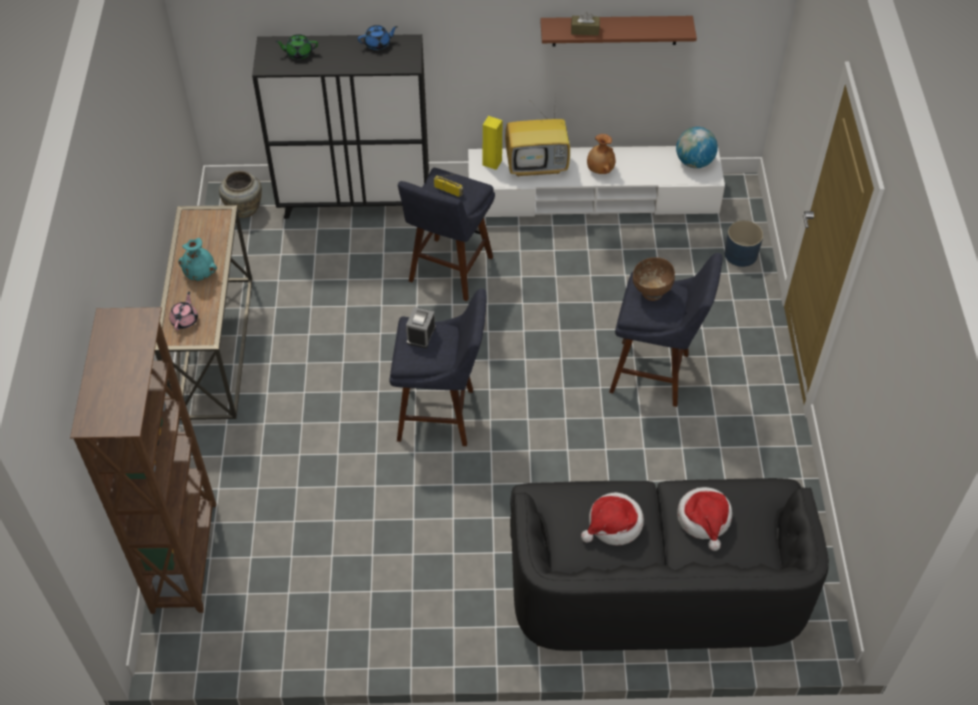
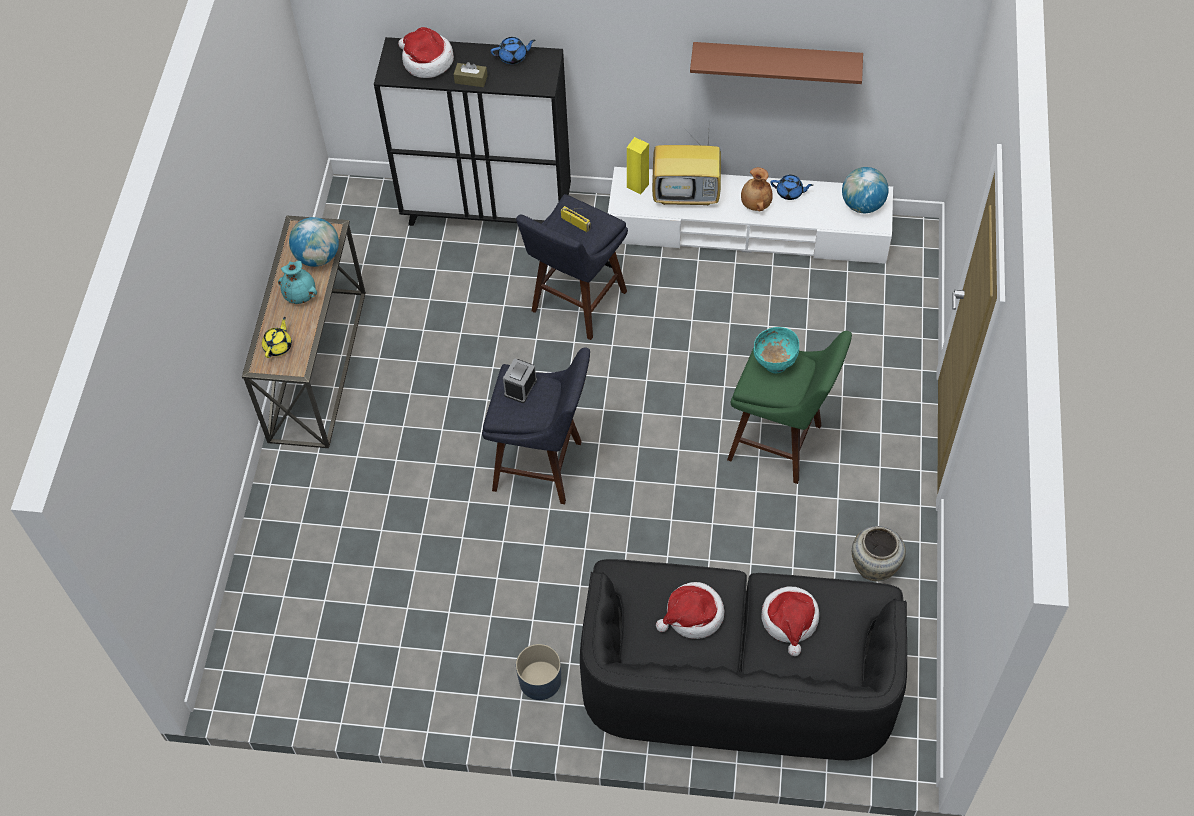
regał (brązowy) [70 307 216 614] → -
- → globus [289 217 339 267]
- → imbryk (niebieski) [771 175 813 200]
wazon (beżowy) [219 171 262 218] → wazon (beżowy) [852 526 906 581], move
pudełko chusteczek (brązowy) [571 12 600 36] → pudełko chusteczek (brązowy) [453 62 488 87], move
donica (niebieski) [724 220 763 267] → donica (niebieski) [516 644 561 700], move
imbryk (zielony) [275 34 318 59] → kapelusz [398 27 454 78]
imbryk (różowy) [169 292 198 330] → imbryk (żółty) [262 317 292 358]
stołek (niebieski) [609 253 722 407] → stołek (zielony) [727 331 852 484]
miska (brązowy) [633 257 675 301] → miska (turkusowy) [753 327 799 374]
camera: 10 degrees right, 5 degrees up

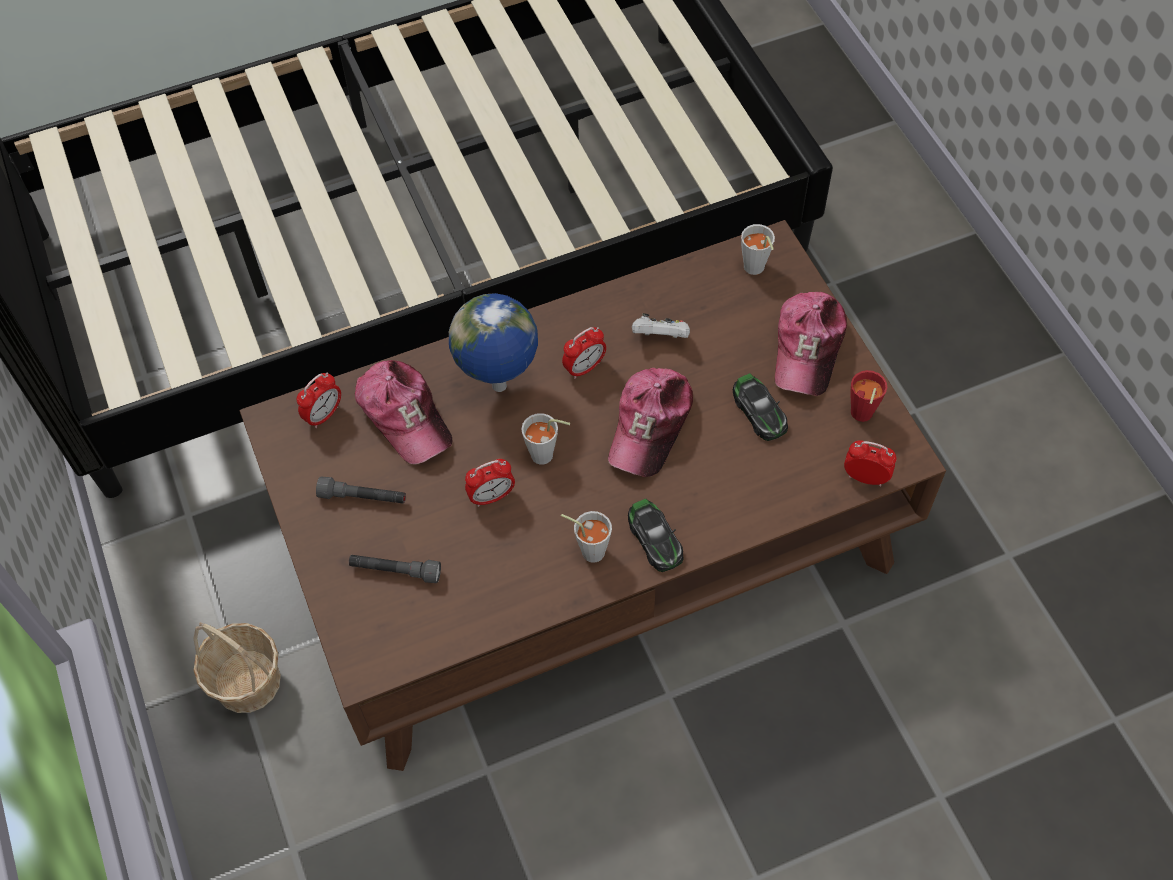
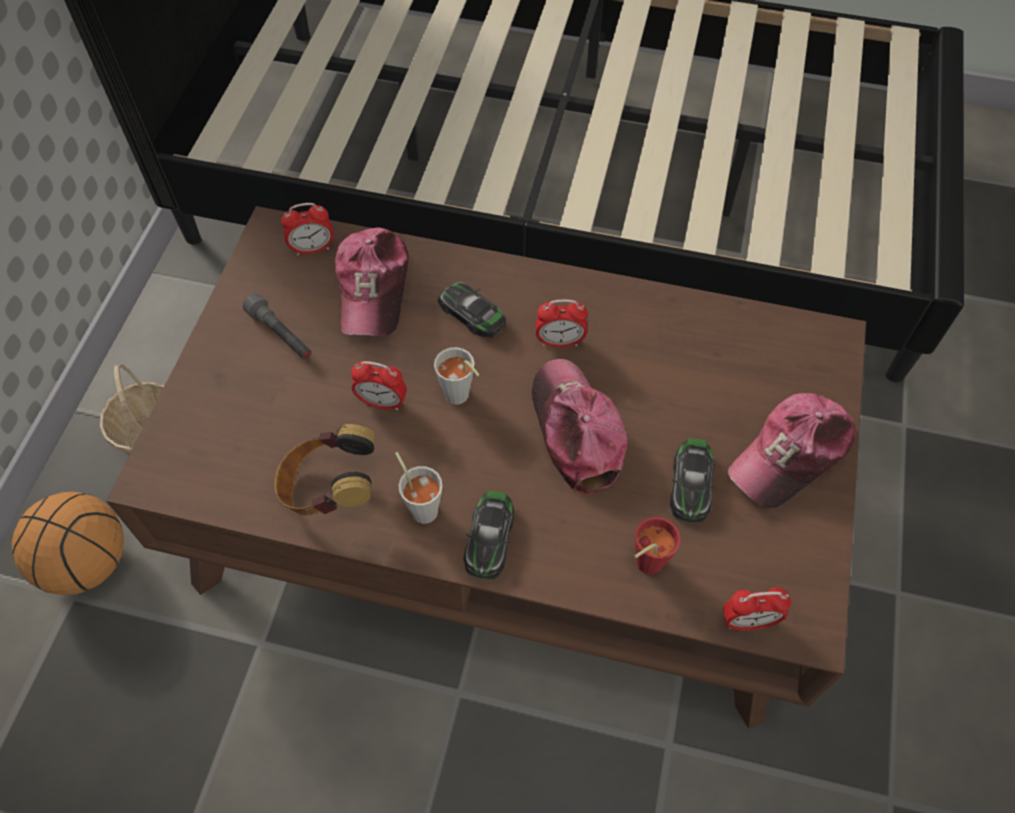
latarka (szary) [349 555 441 583] → -
pad do gier (biały) [632 313 690 338] → -
filiżanka (szary) [741 224 775 275] → -
- → piłka do koszykówki [12 492 124 595]
- → słuchawki [274 424 375 515]
filiżanka (czerwony) [851 370 888 422] → filiżanka (czerwony) [634 517 681 575], move
globus [449 293 538 392] → samochodzik [438 282 506 337]
czapka z daszkiem [608 367 693 477] → czapka z daszkiem [532 359 627 495], 105 degrees clockwise
budzik [844 440 897 487] → budzik [723 587 791 630], 120 degrees clockwise
camera: 35 degrees right, 0 degrees up

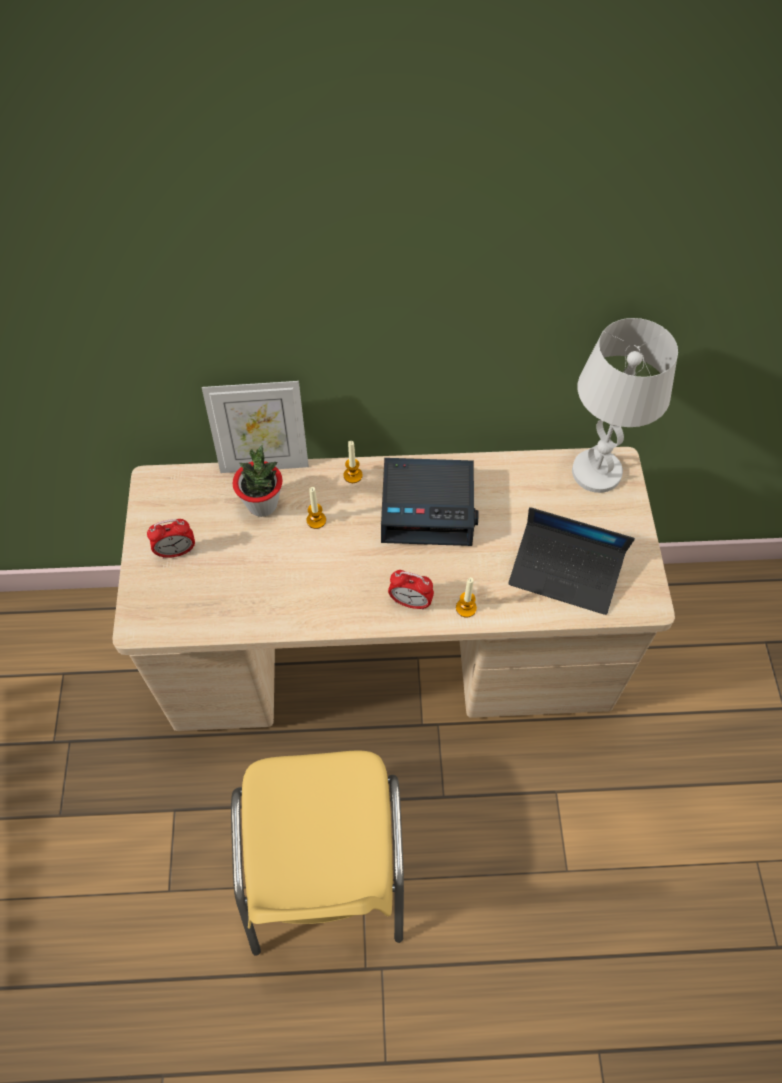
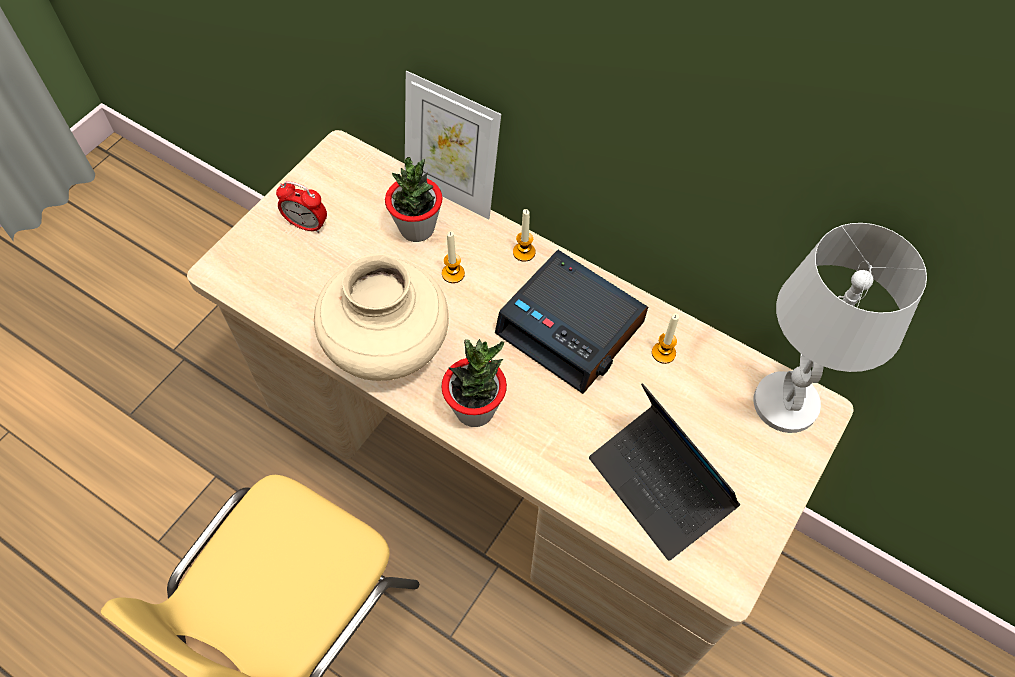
- → wazon (beżowy) [314 254 449 381]
świeca [456 577 477 617] → świeca [652 314 679 364], move
budzik [388 570 434 610] → roślina doniczkowa [441 339 507 427]
camera: 35 degrees right, 0 degrees up

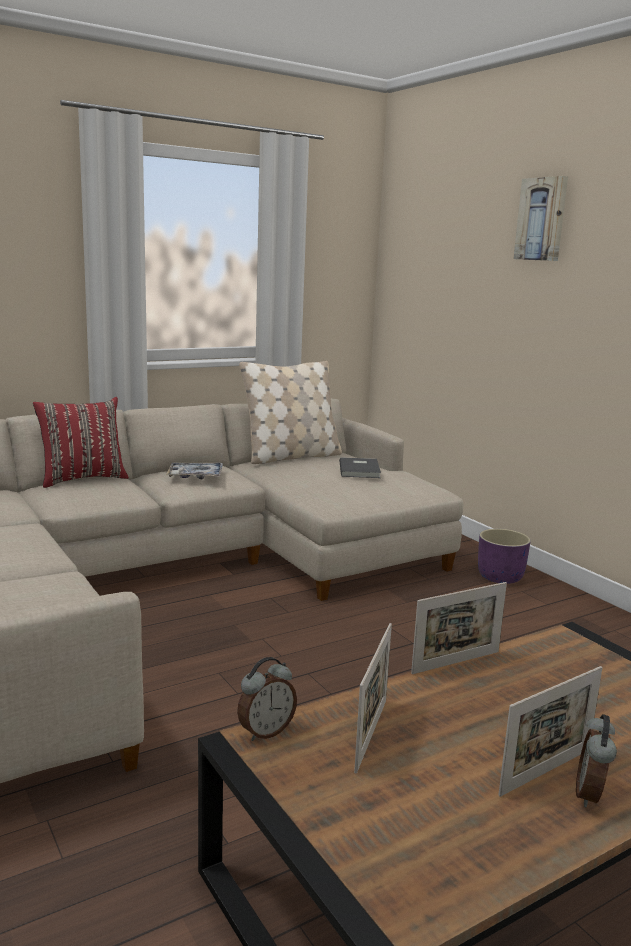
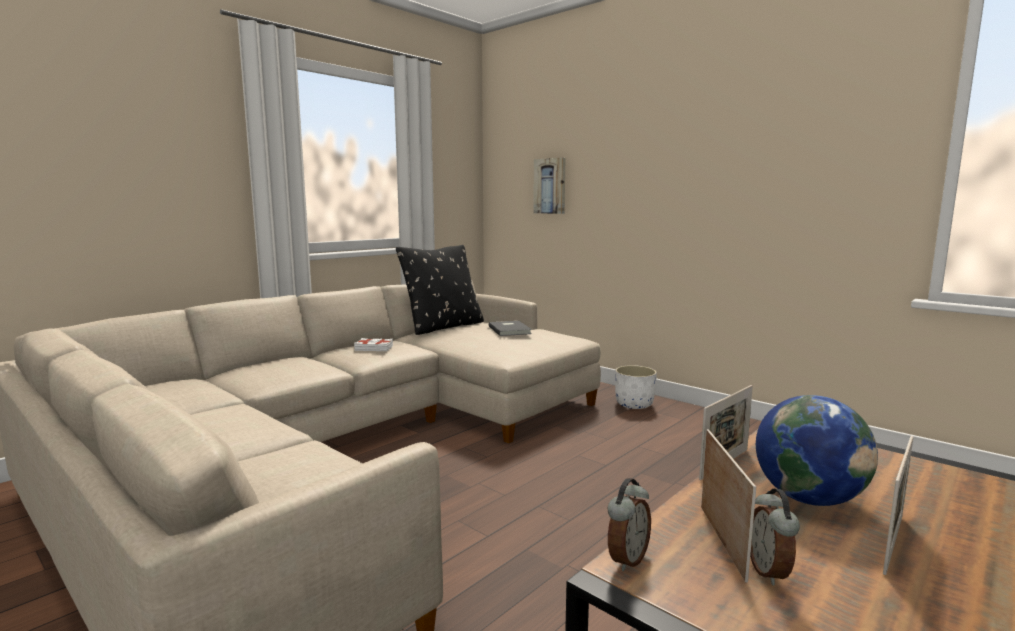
poduszka (czerwony) [33 397 129 488] → -
- → globus [756 395 878 506]
obraz [513 176 568 261] → obraz [533 157 566 214], move
budzik [576 714 617 808] → budzik [750 489 800 586], move
taca [166 463 223 479] → książka (biały) [354 338 393 351]
poduszka (beżowy) [239 361 342 464] → poduszka (czarny) [396 245 484 335]
donica (fioletowy) [478 529 531 584] → donica (biały) [615 365 657 409]
camera: 15 degrees left, 5 degrees down

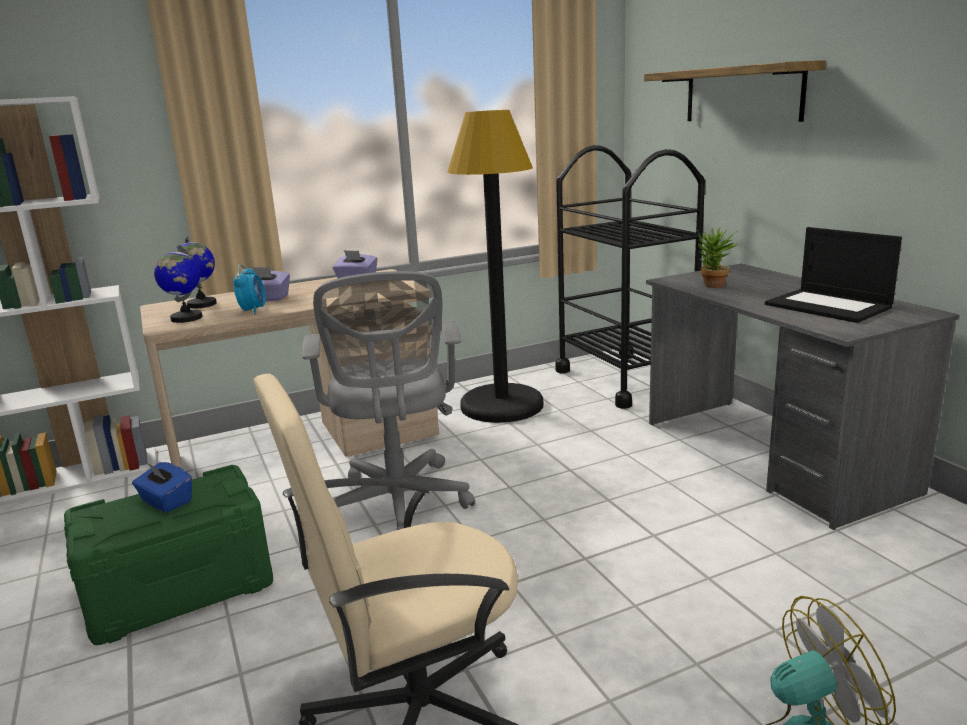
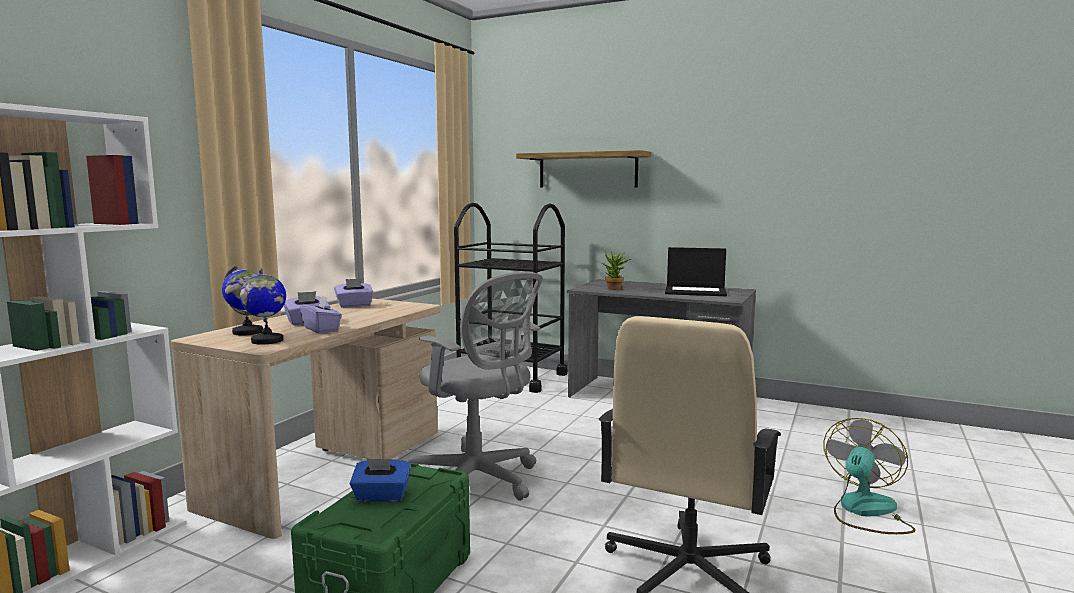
lampa stojąca (czarny) [447 110 544 423] → -
budzik [233 264 266 314] → pudełko chusteczek (fioletowy) [300 296 342 333]
camera: 40 degrees left, 10 degrees down

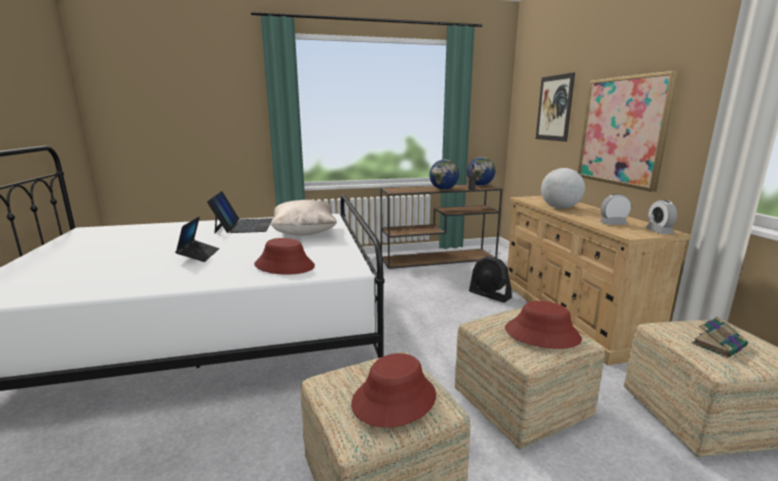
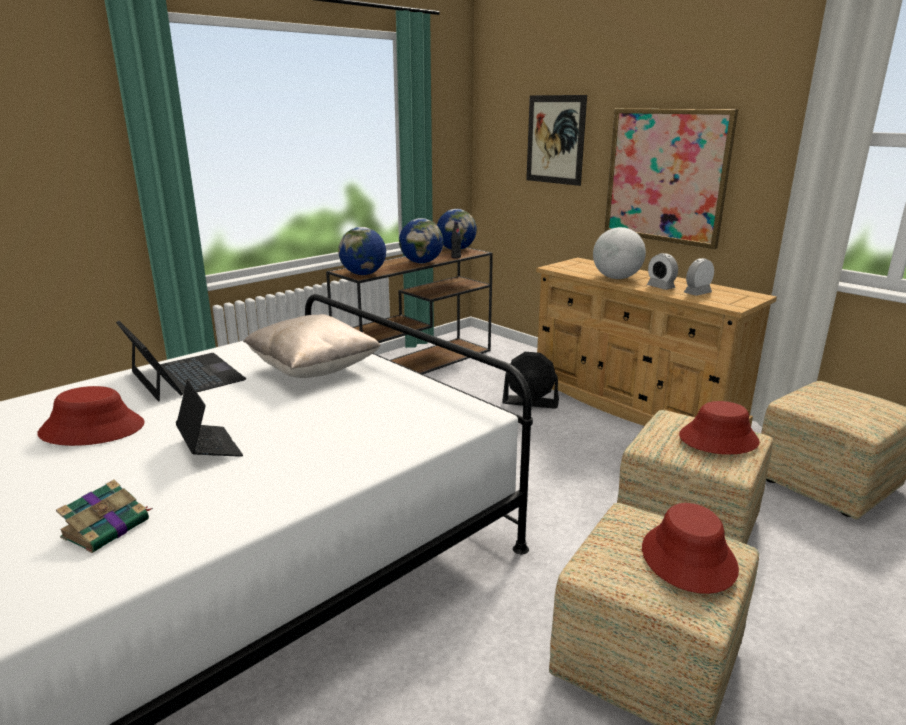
- → globus [338 227 386 275]
kapelusz (czerwony) [254 238 315 275] → kapelusz (czerwony) [37 386 145 446], move
budzik [645 200 677 234] → budzik [647 253 678 290], move
książka [692 316 748 358] → książka [56 480 153 553], move
camera: 30 degrees left, 5 degrees up

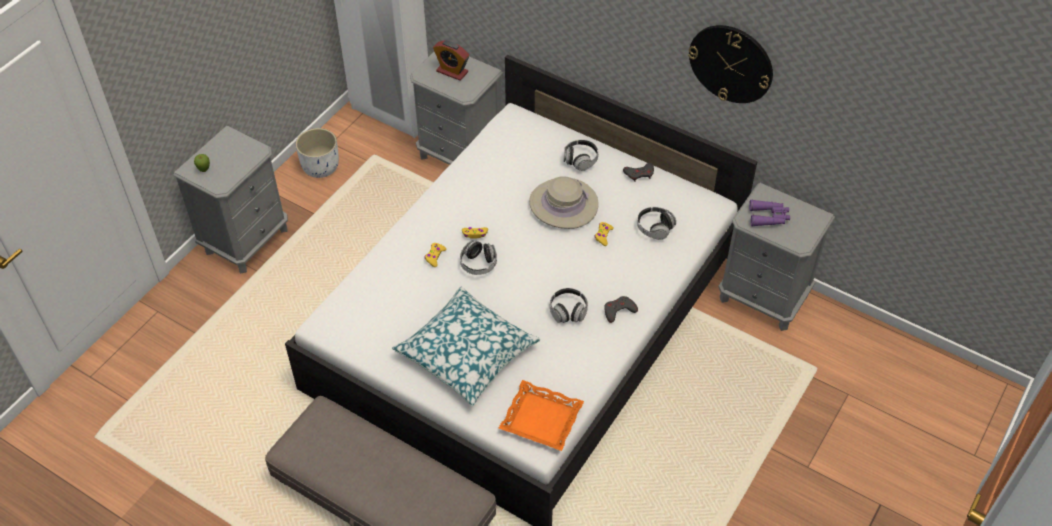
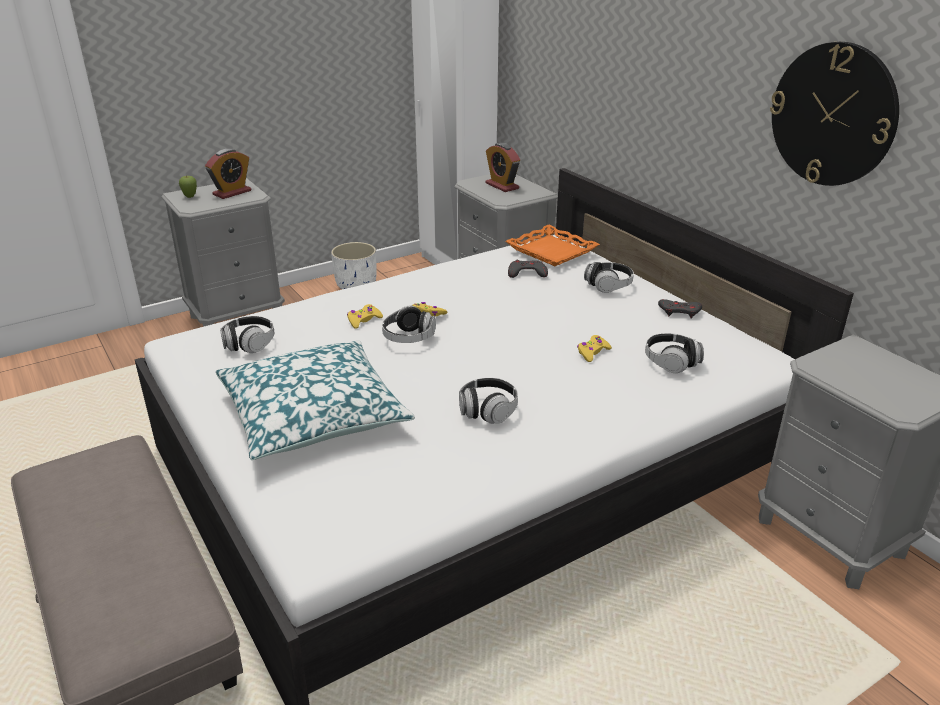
kapelusz (beżowy) [529 176 599 229] → -
lornetka (fioletowy) [749 200 790 226] → -
- → budzik [205 149 252 199]
- → słuchawki [220 316 274 353]
taca (pomarańczowy) [499 380 584 451] → taca (pomarańczowy) [505 224 600 266], move
pad do gier (szary) [604 296 638 323] → pad do gier (szary) [508 260 548 278], move
camera: 25 degrees right, 20 degrees down

